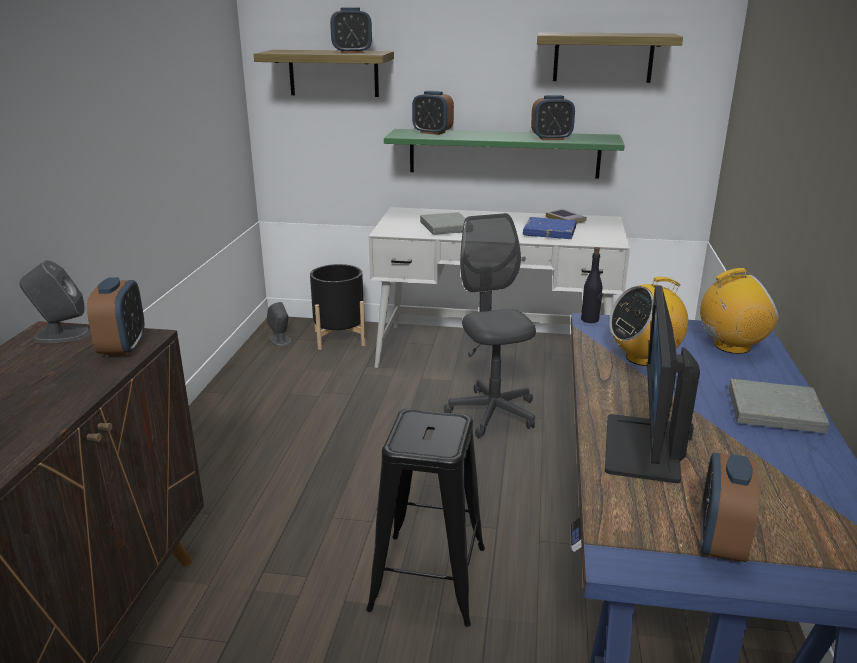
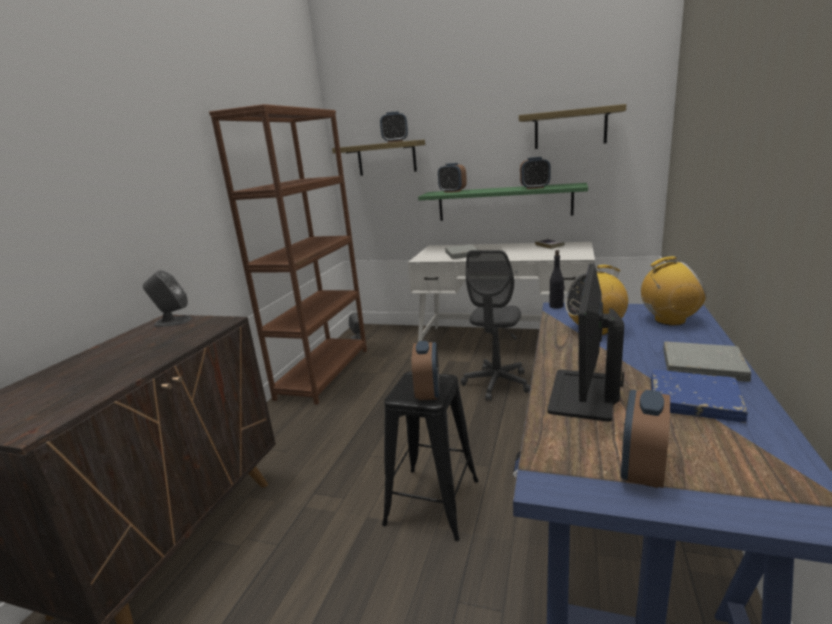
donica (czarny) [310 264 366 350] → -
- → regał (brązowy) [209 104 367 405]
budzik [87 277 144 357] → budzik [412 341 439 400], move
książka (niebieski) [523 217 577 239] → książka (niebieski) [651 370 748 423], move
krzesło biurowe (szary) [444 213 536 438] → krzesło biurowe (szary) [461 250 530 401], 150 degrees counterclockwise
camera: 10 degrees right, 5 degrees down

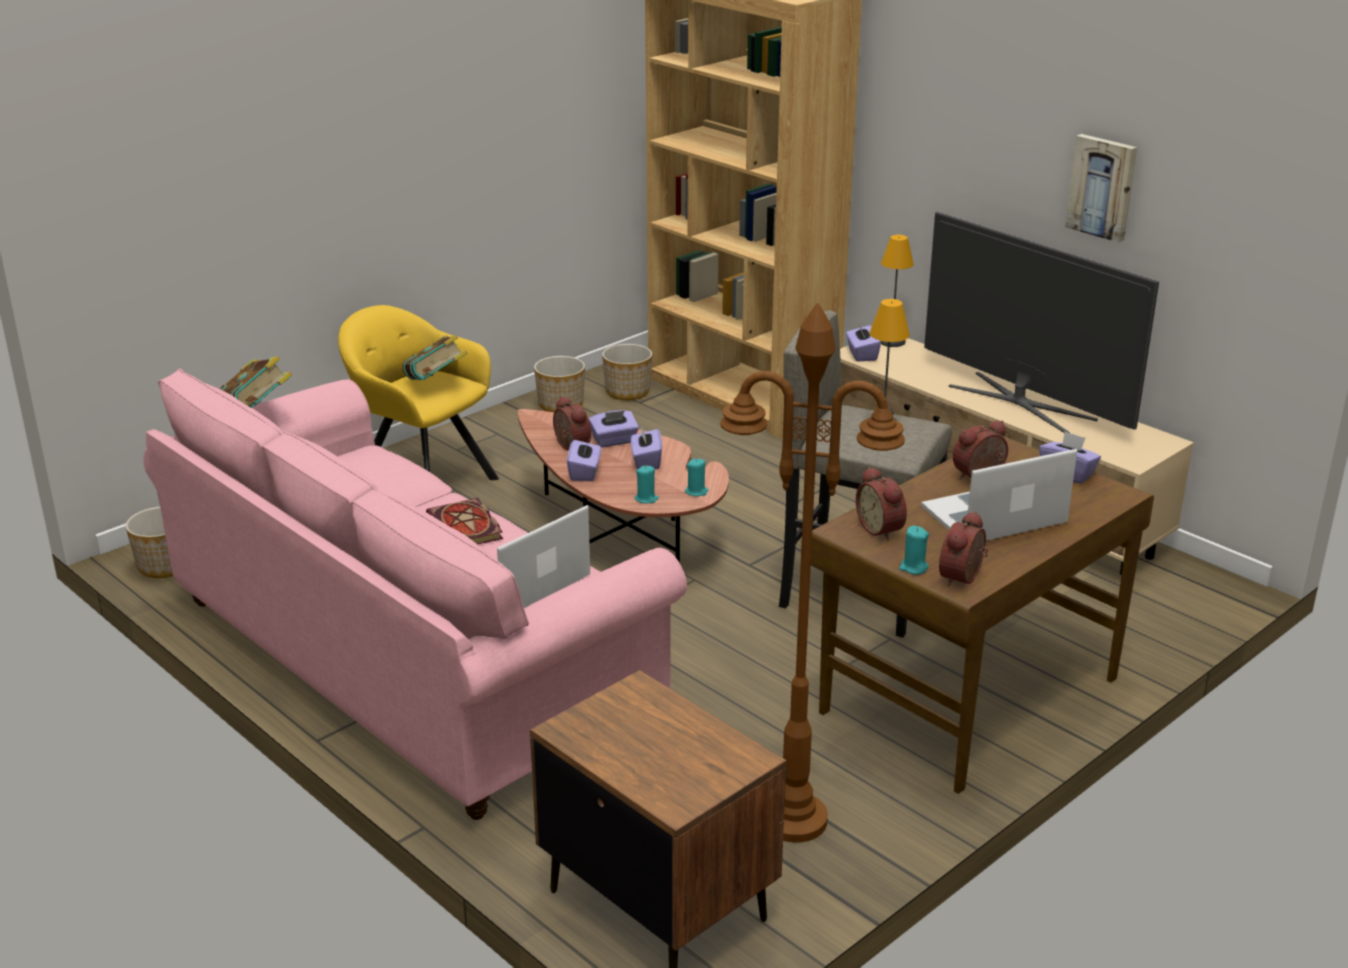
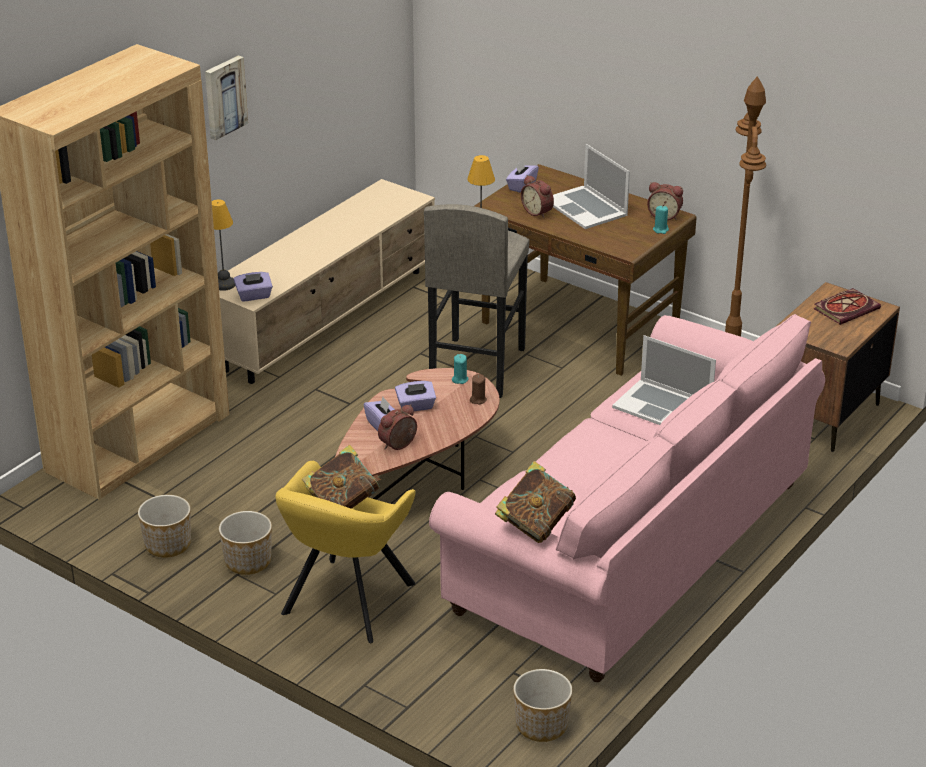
pudełko chusteczek (fioletowy) [567 439 601 481] → -
budzik [856 467 907 541] → -
telewizor [924 211 1159 433] → -
książka [426 498 503 544] → książka [813 288 881 325], move
donica [602 344 652 400] → donica [219 511 272 575], move
obraz [1065 134 1137 243] → obraz [205 55 248 140], move
świeca (turkusowy) [634 466 659 503] → świeca (brązowy) [470 374 487 404]
camera: 100 degrees left, 5 degrees up

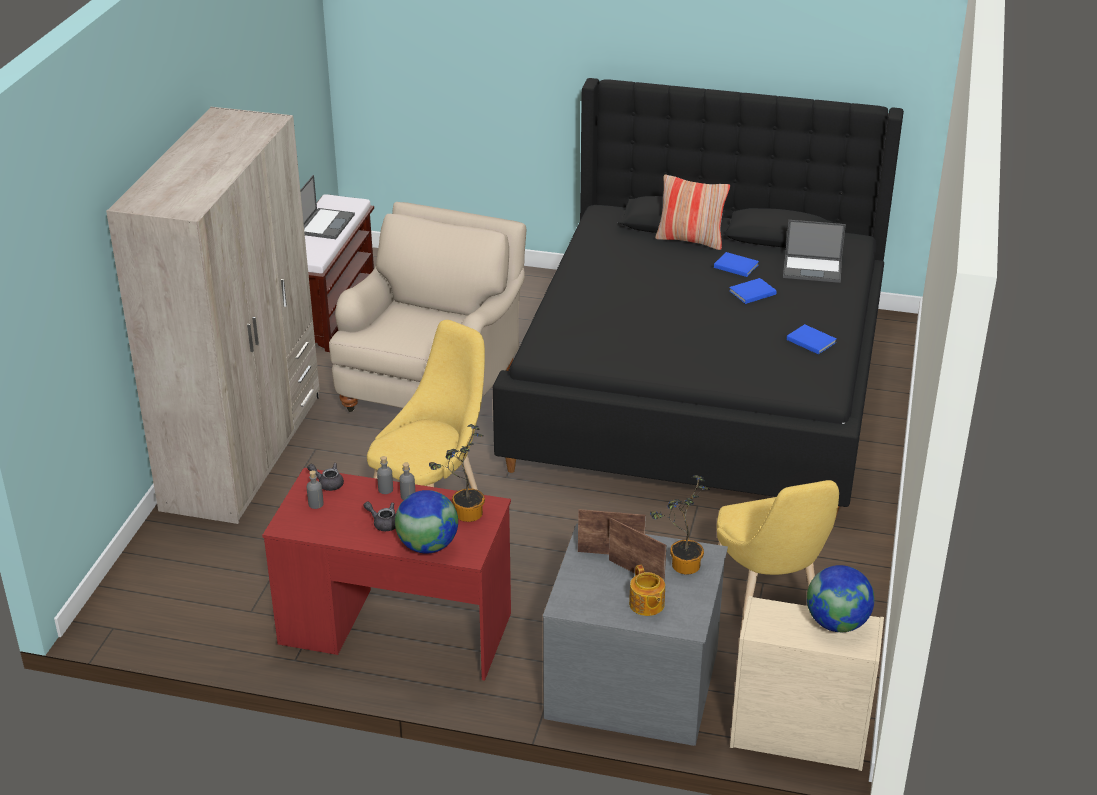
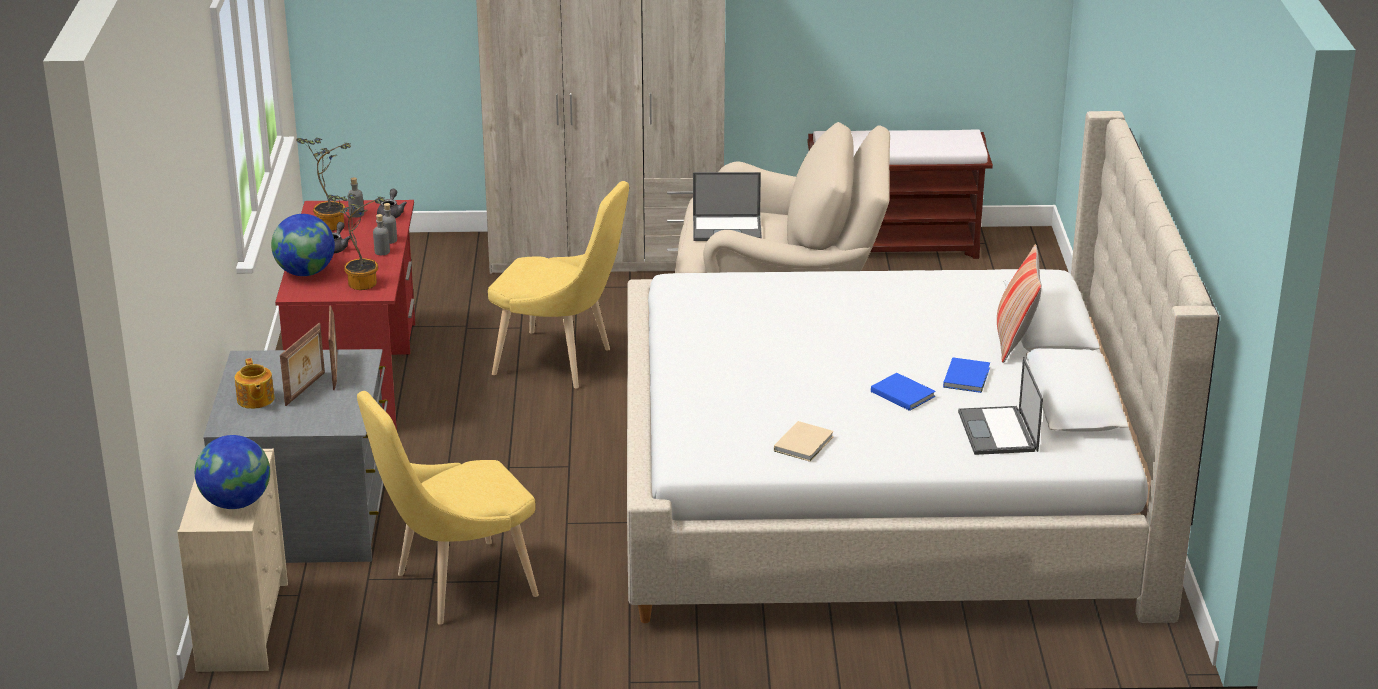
laptop [300 175 355 239] → laptop [693 172 762 241], move
roślina doniczkowa [650 475 710 574] → roślina doniczkowa [296 137 351 231], move
łóżko (czarny) [493 78 904 517] → łóżko (beżowy) [627 111 1220 623]
książka (niebieski) [787 324 837 355] → książka (beżowy) [774 421 834 462]
imbryk [629 565 665 616] → imbryk [235 358 275 409], 75 degrees counterclockwise
camera: 75 degrees right, 5 degrees down

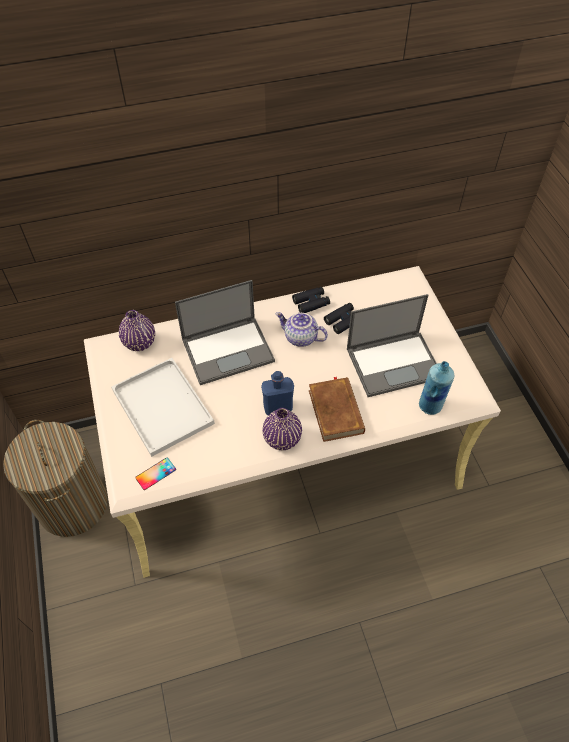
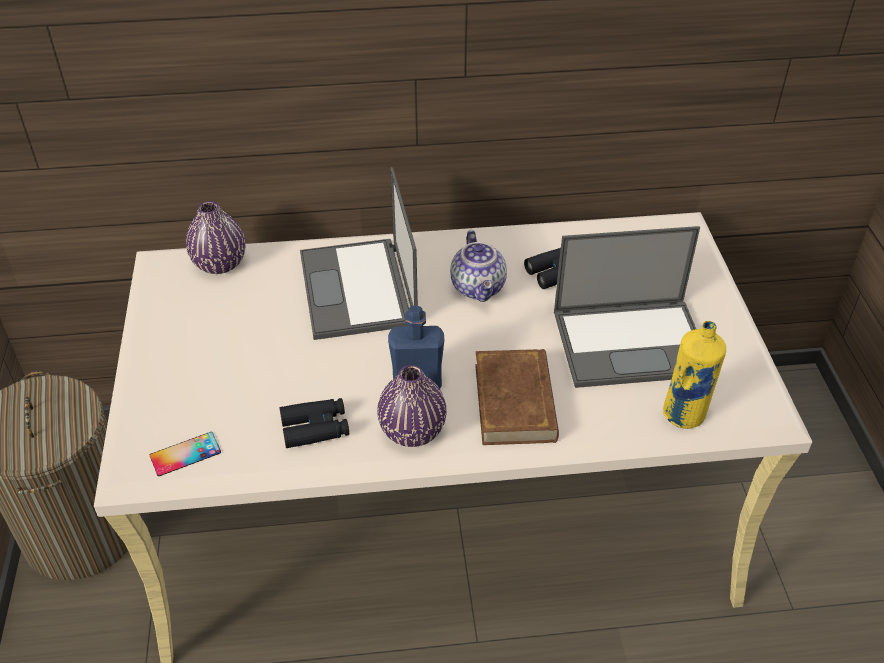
taca (biały) [111 358 215 457] → -
lornetka (czarny) [292 287 330 313] → lornetka (czarny) [280 398 349 448], move
butelka (niebieski) [419 361 454 415] → butelka (żółty) [663 321 726 429]
laptop [175 280 275 385] → laptop [300 167 418 340], 90 degrees clockwise
imbryk [276 312 328 347] → imbryk [450 230 507 302], 135 degrees counterclockwise
camera: 10 degrees right, 10 degrees down

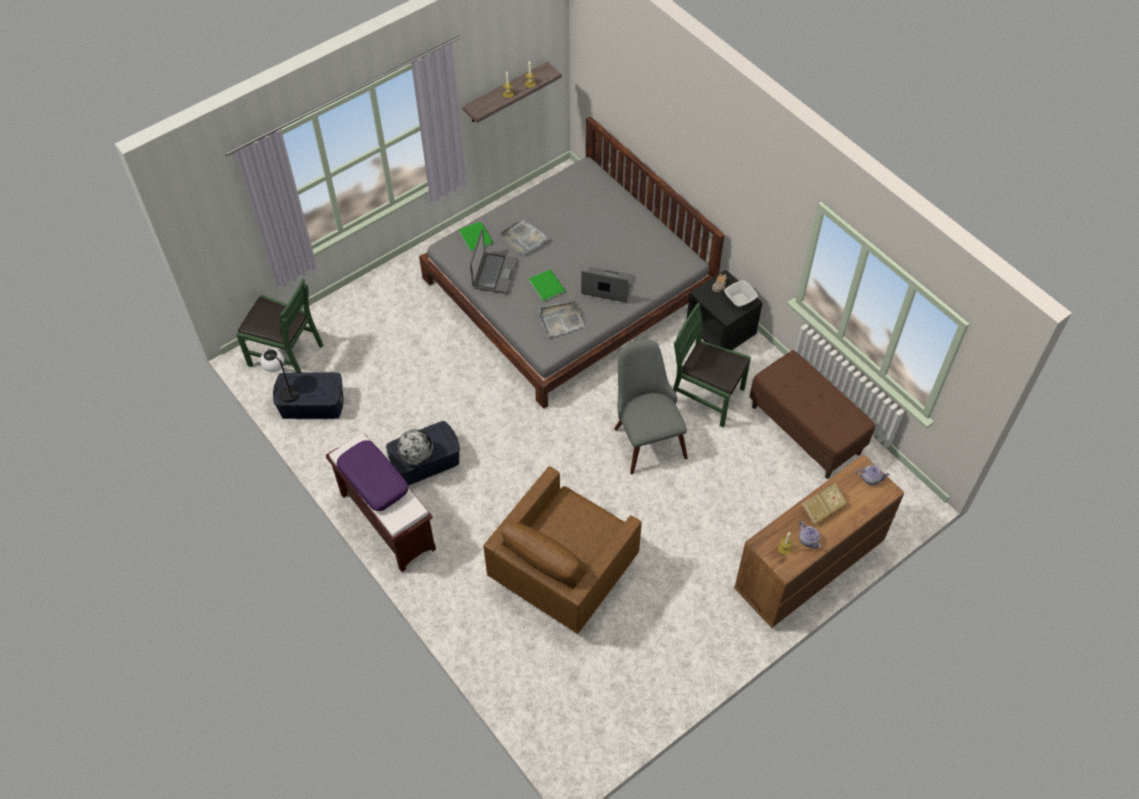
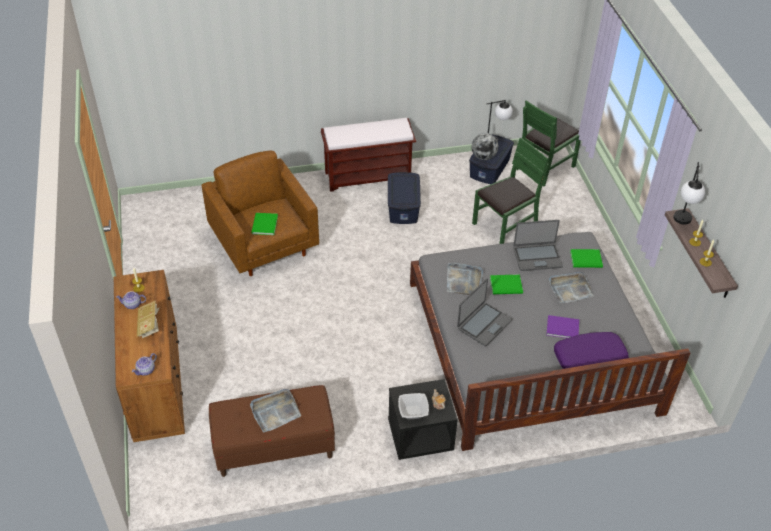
krzesło (szary) [614 340 688 474] → -
- → taca (szary) [250 389 301 433]
- → książka (zielony) [251 213 278 235]
- → książka (fioletowy) [547 315 579 338]
- → lampa stołowa [673 162 705 225]
poduszka (fioletowy) [337 440 408 511] → poduszka (fioletowy) [554 332 629 369], move
globus [397 429 433 465] → globus [472 133 499 160], move
krzesło (zielony) [673 302 751 427] → krzesło (zielony) [472 138 549 244], move
laptop [470 229 518 294] → laptop [514 220 563 271], 45 degrees counterclockwise
camera: 115 degrees right, 10 degrees down

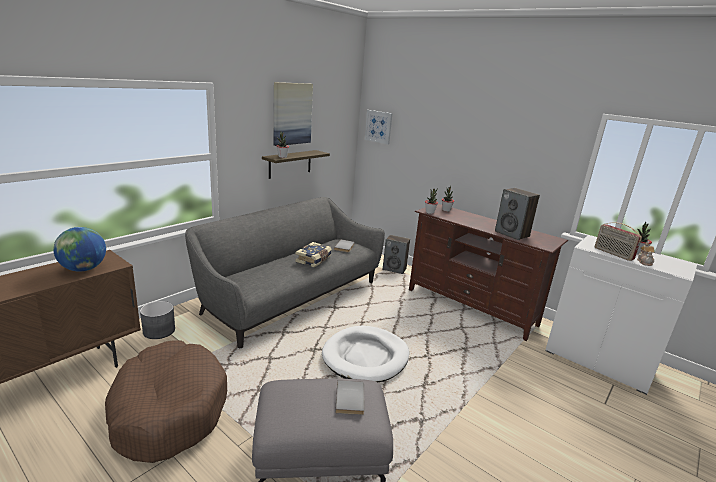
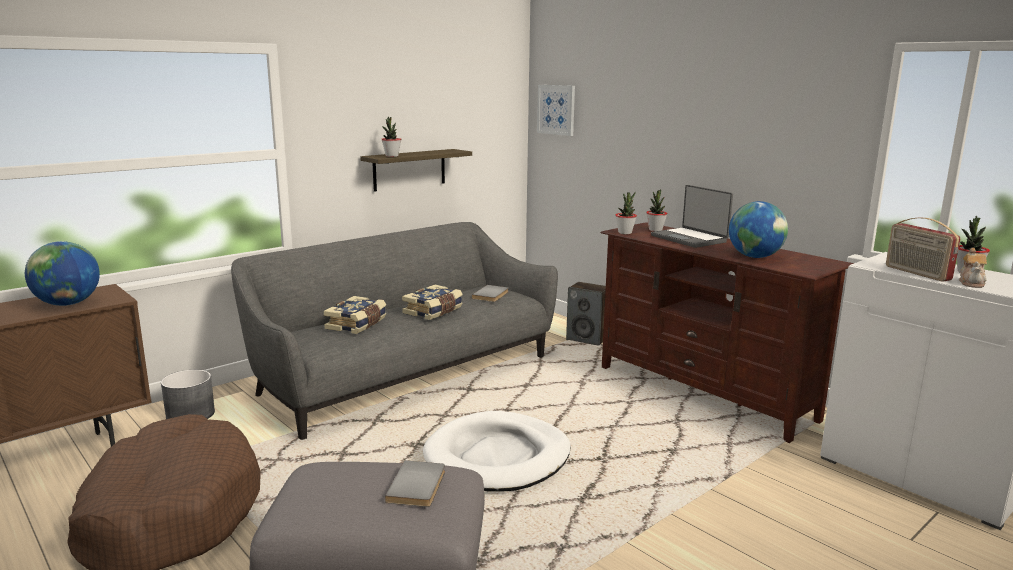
obraz [274 82 313 146] → -
- → książka [324 296 387 334]
- → laptop [651 185 733 248]
głośnik [495 188 540 240] → globus [729 201 788 258]
camera: 10 degrees right, 5 degrees down

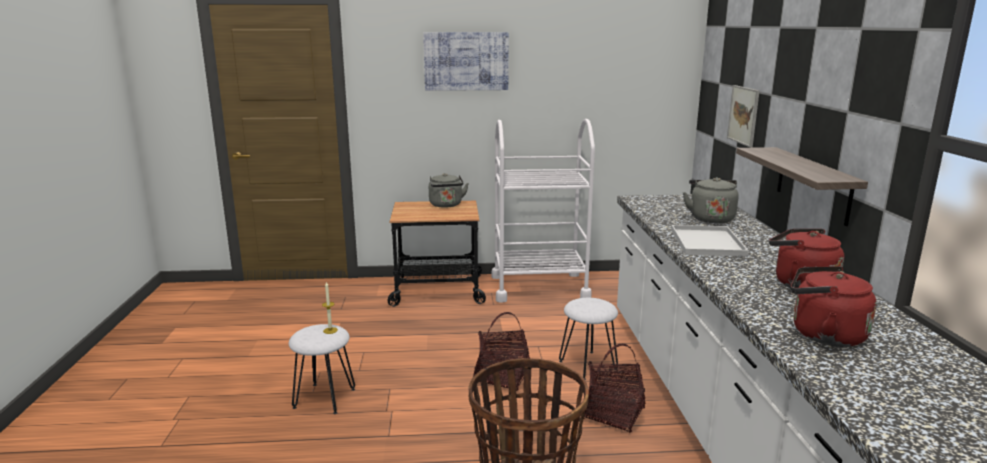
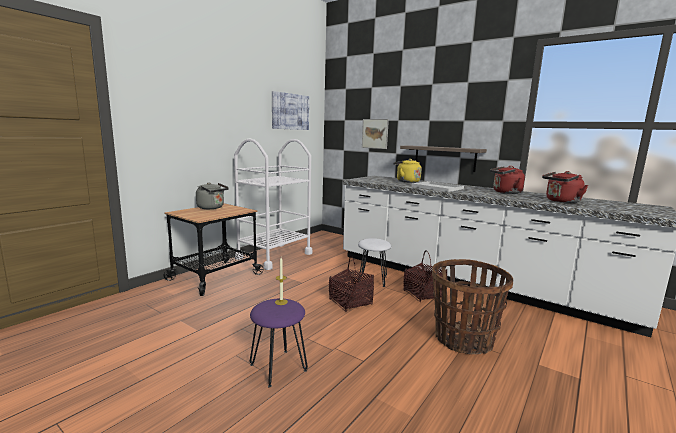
obraz [423 32 509 91] → obraz [272 91 309 130], move
stołek (biały) [289 324 355 414] → stołek (fioletowy) [250 298 308 387]
czajnik (szary) [683 177 739 223] → czajnik (żółty) [393 159 422 183]
camera: 50 degrees left, 5 degrees down

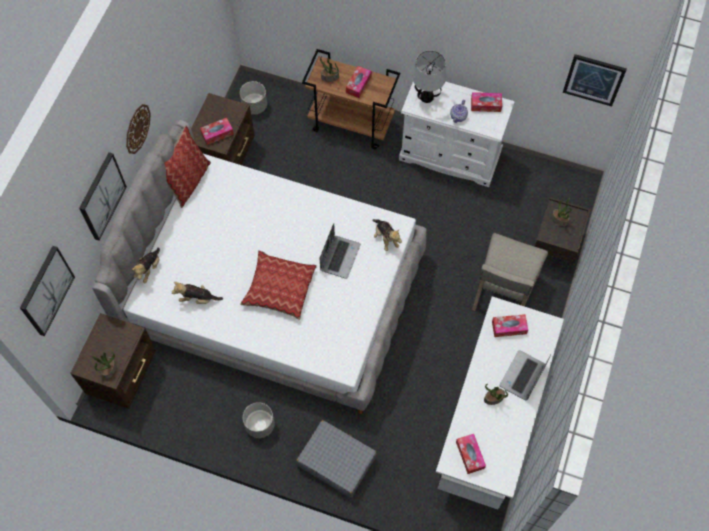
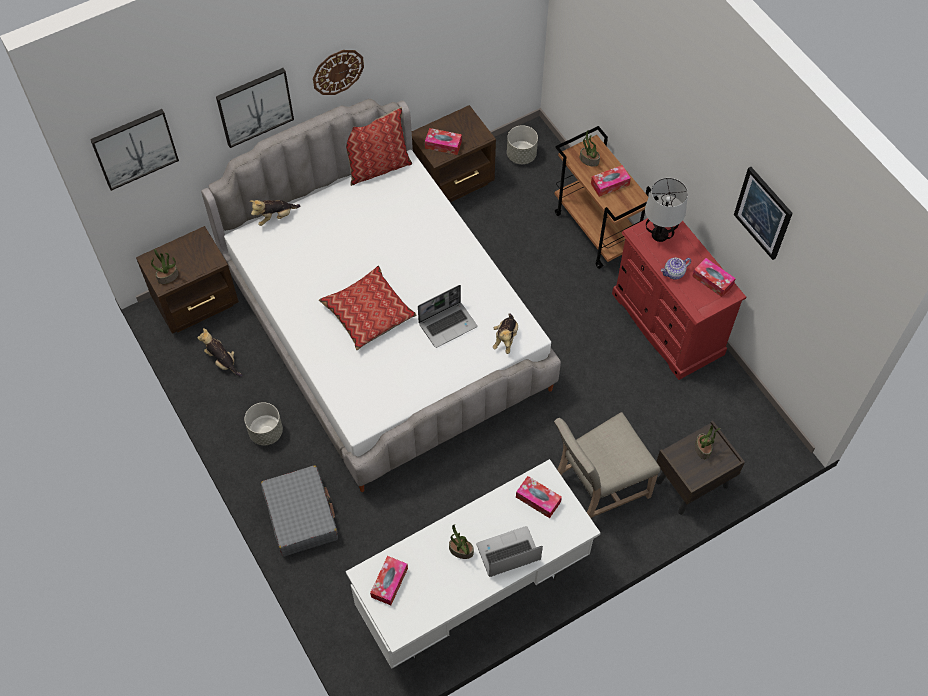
pluszak [172 282 223 304] → pluszak [197 328 243 377], move
obraz [563 54 627 106] → obraz [734 167 793 260], move
komoda (biały) [399 81 515 187] → komoda (czerwony) [612 218 747 380]
camera: 40 degrees right, 5 degrees down

